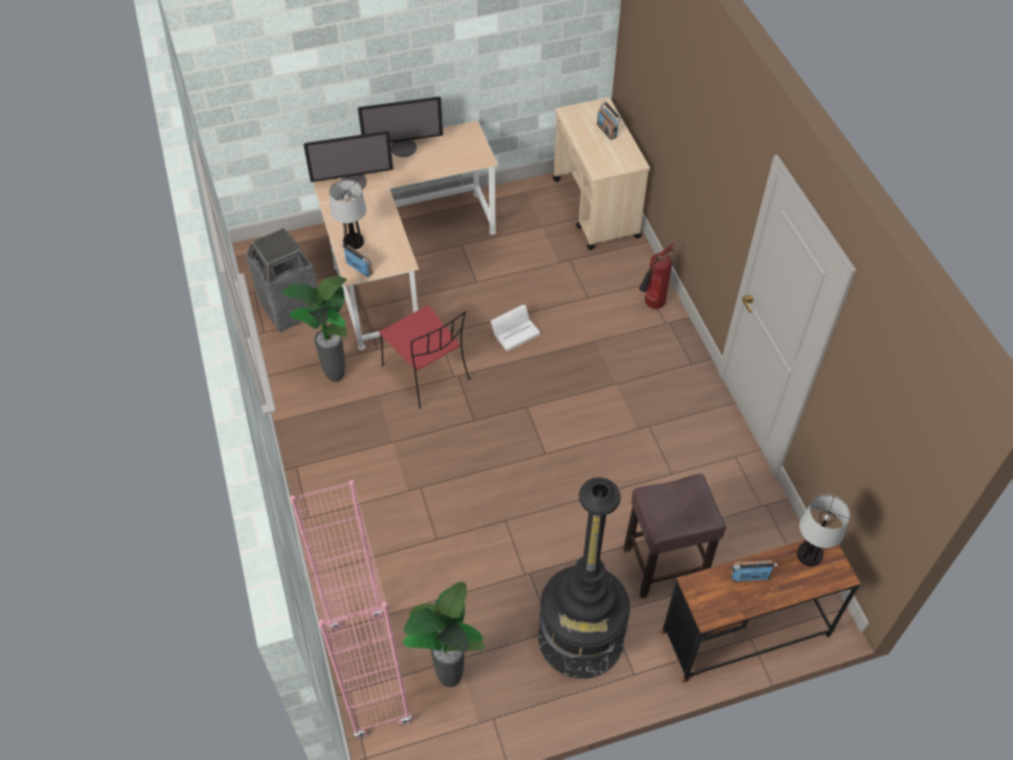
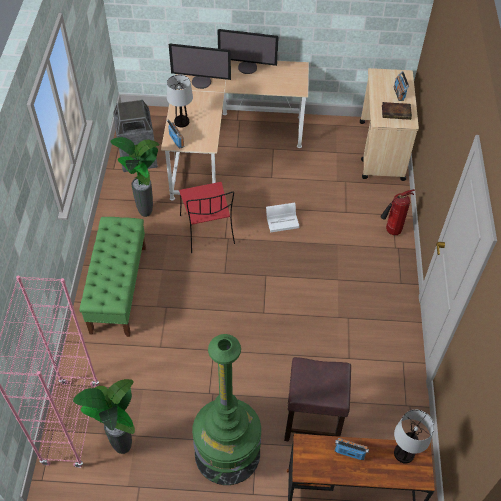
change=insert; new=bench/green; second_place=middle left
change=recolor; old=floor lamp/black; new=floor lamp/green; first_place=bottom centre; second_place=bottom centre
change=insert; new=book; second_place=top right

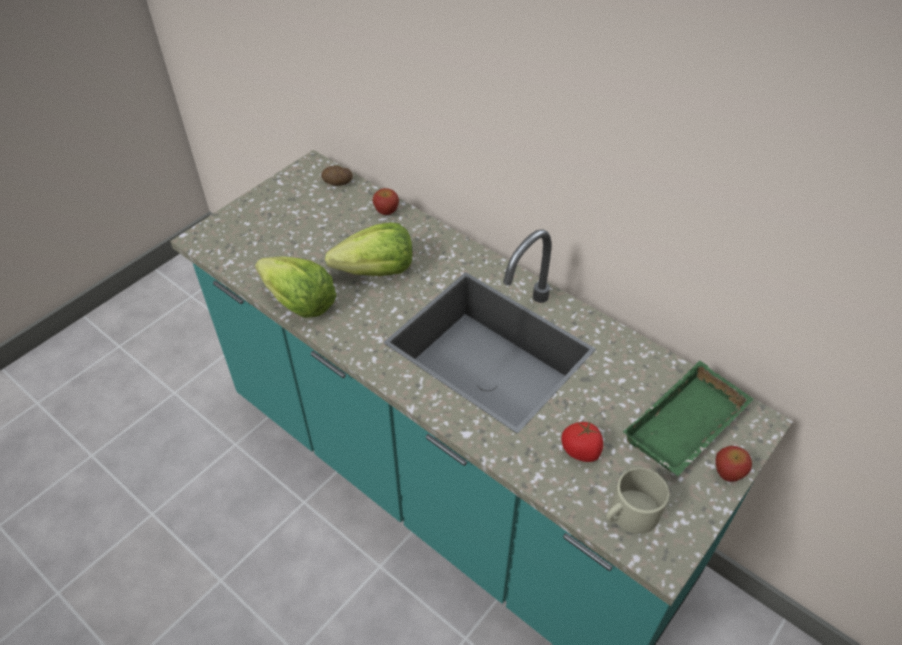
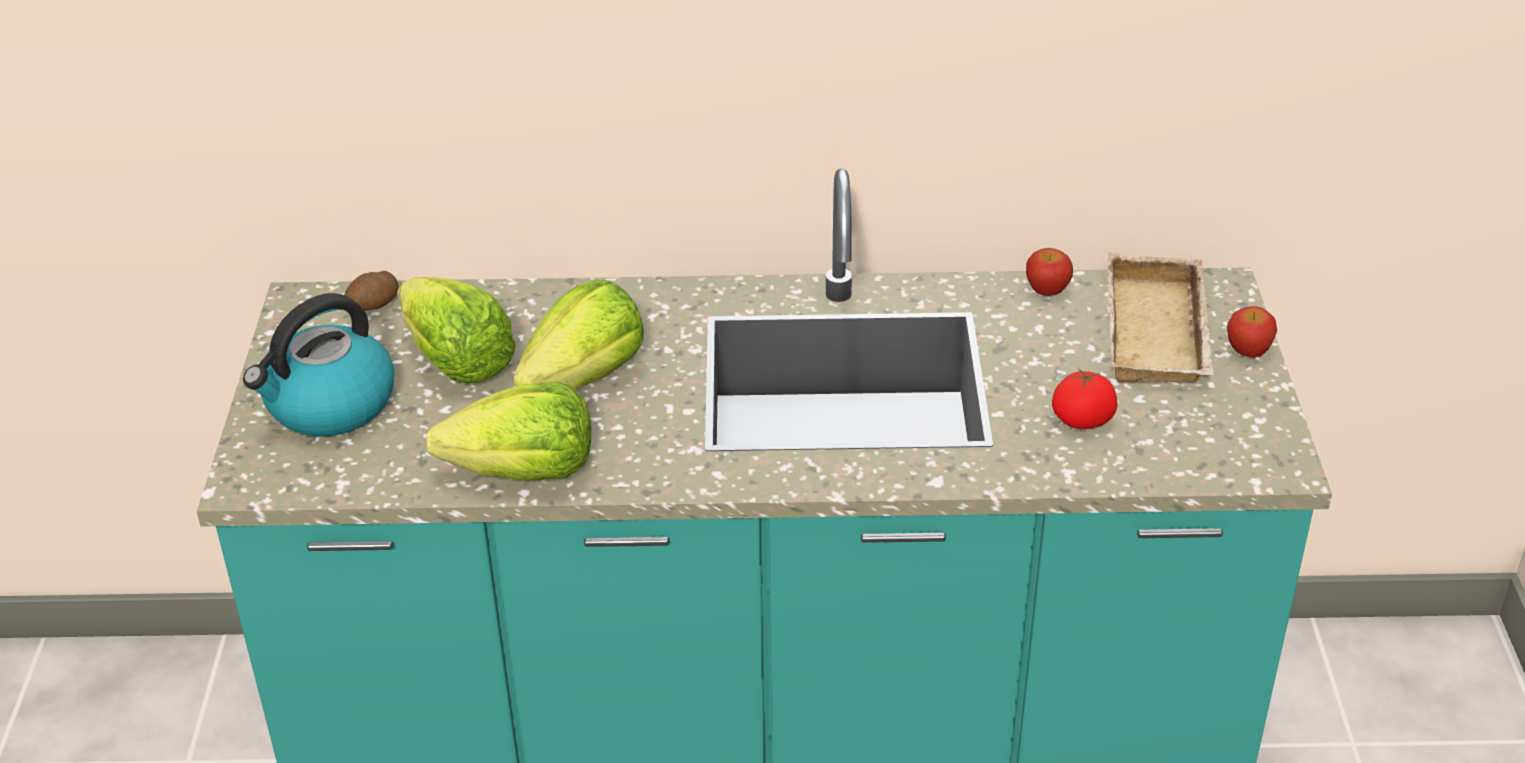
change=insert; new=kettle; second_place=middle left
change=insert; new=lettuce (1st from left); second_place=middle left
change=move; old=apple (1st from left); first_place=top centre; second_place=middle right
change=recolor; old=tray/green; new=tray/beige; first_place=middle right; second_place=middle right
change=delete; old=mug/beige; first_place=bottom right

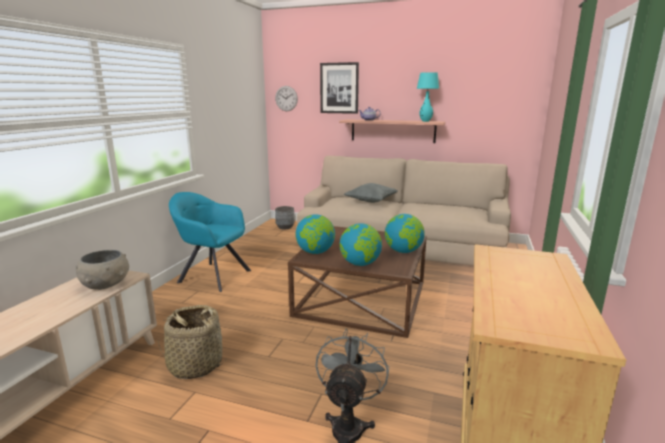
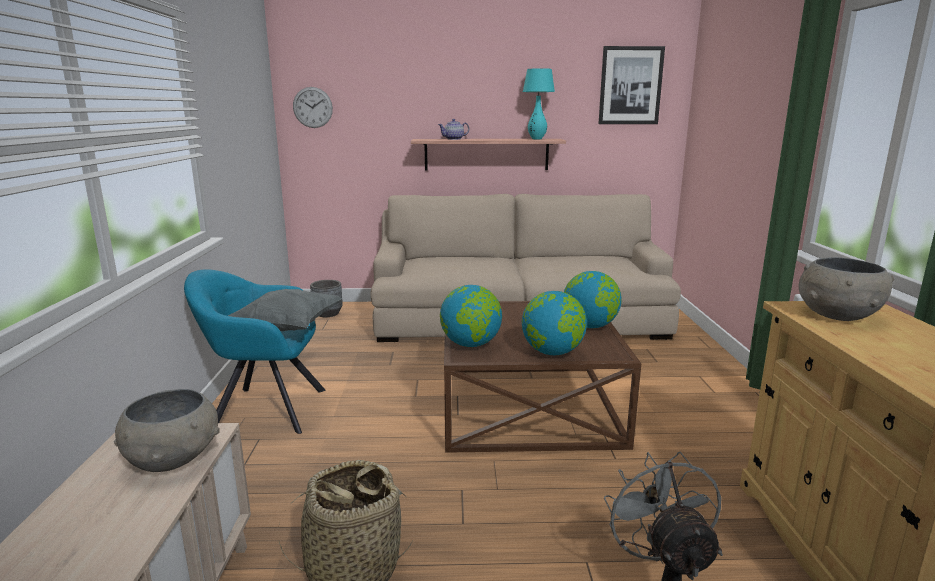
change=move; old=pillow/grey; first_place=centre; second_place=middle left
change=move; old=picture; first_place=top centre; second_place=top right
change=insert; new=bowl/grey (2nd from left); second_place=middle right

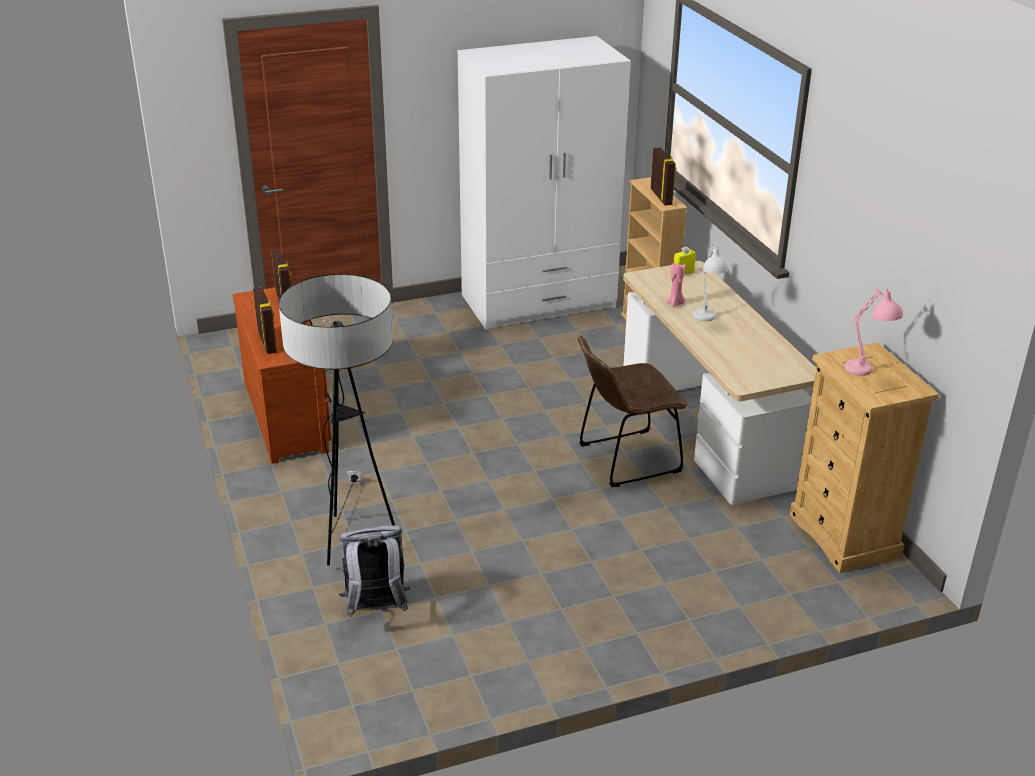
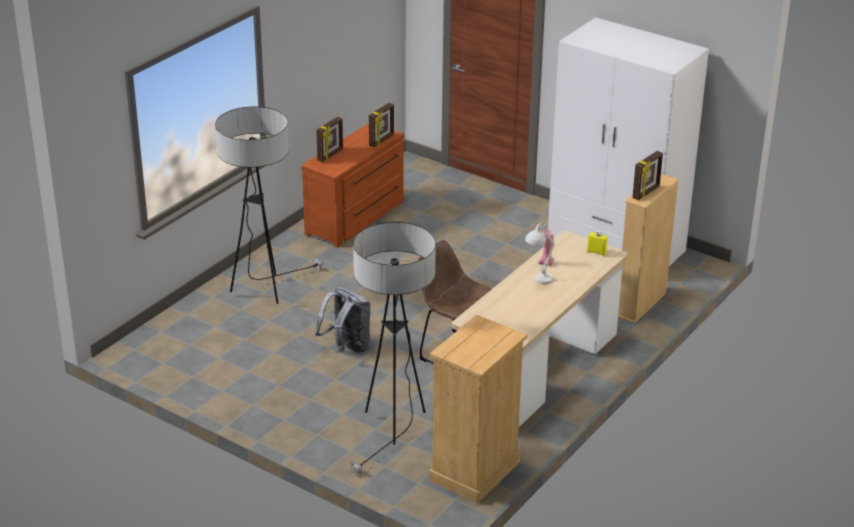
change=move; old=backpack/grey; first_place=bottom centre; second_place=centre
change=insert; new=floor lamp (2nd from left); second_place=centre
change=delete; old=table lamp/pink; first_place=middle right

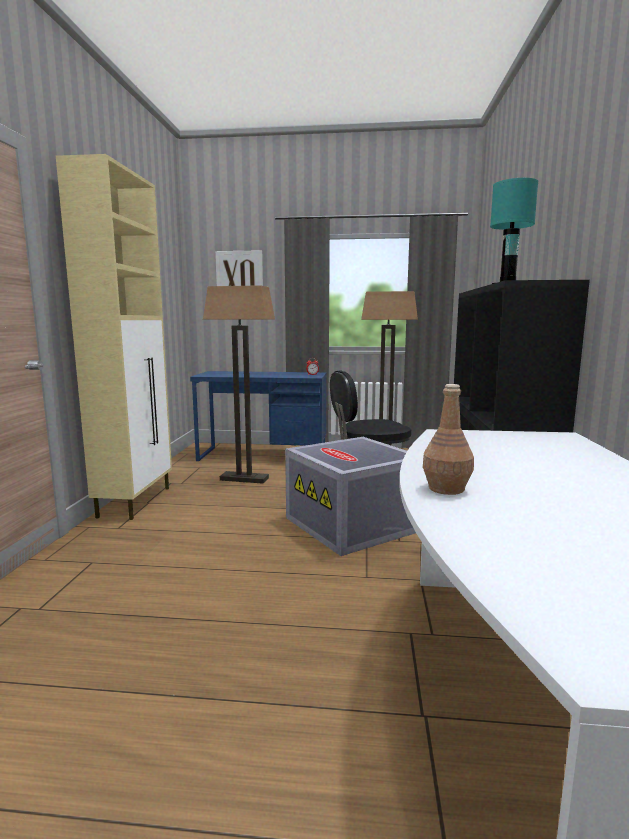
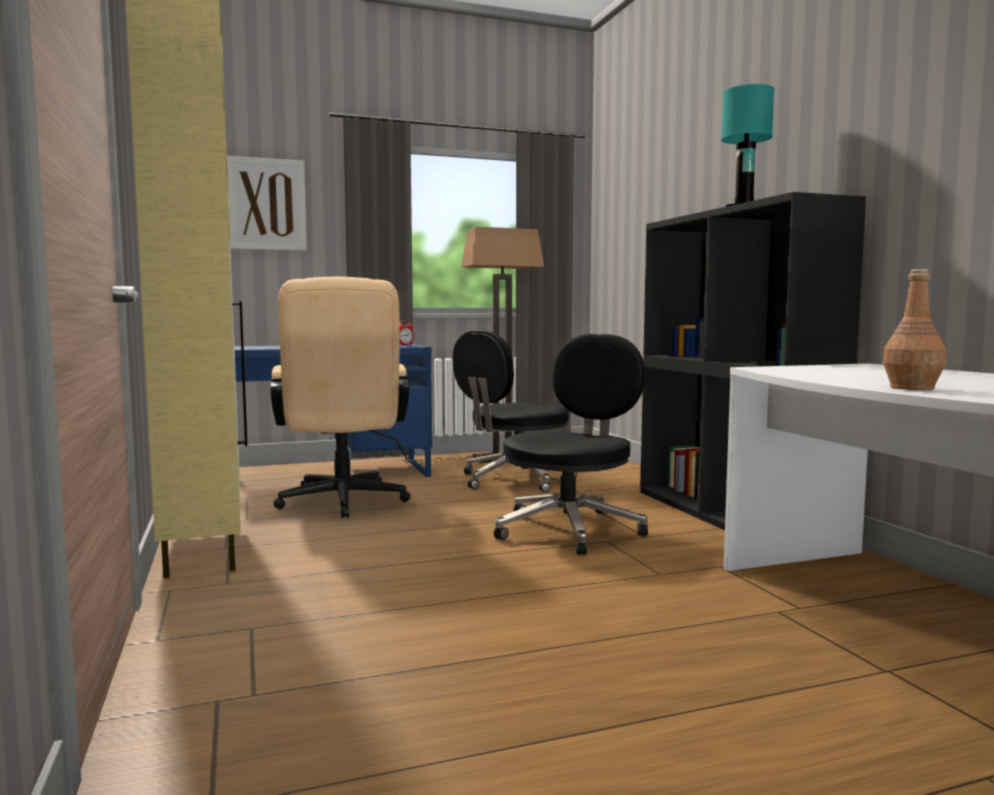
change=replace; old=floor lamp (1st from left); new=office chair/beige; first_place=centre; second_place=centre
change=replace; old=storage box/grey; new=office chair/black (2nd from left); first_place=centre; second_place=centre

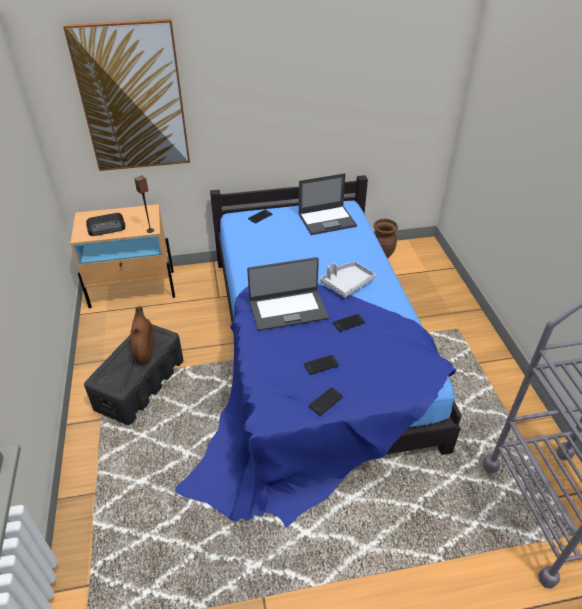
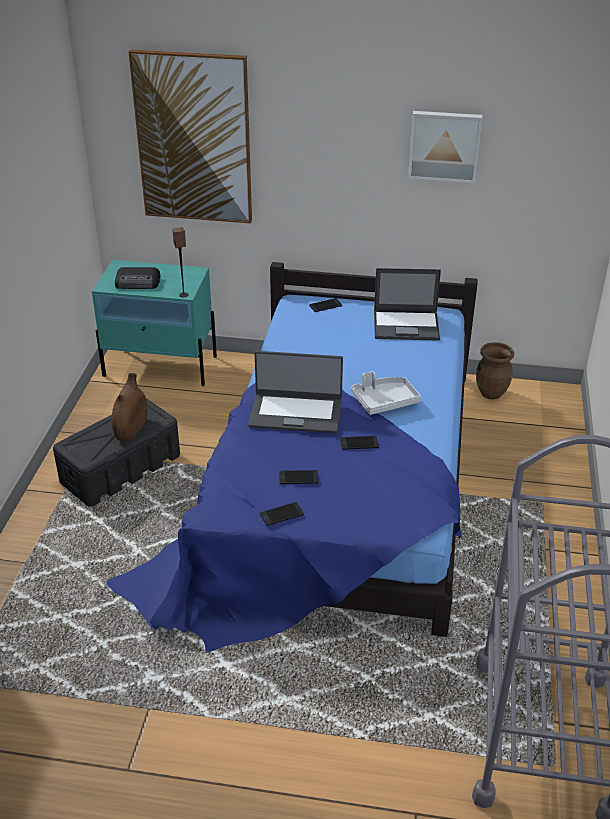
change=recolor; old=nightstand/beige; new=nightstand/turquoise; first_place=middle left; second_place=middle left
change=insert; new=picture (2nd from left); second_place=top right

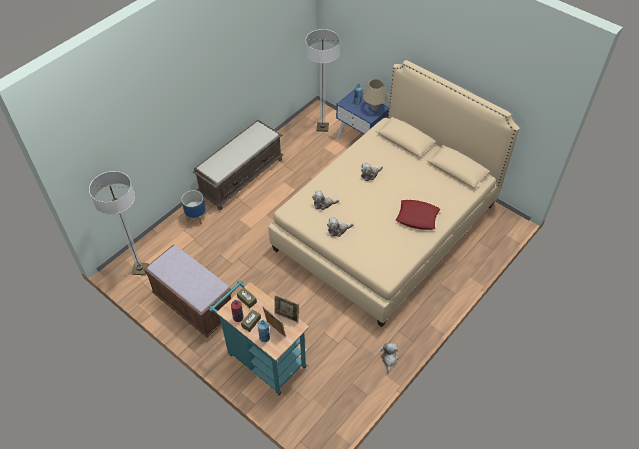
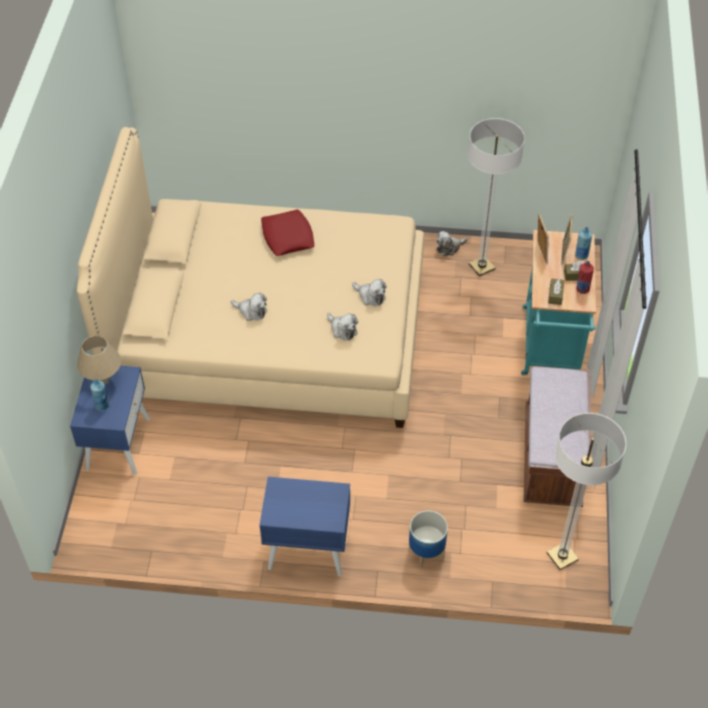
change=replace; old=bench/brown (2nd from left); new=nightstand/blue (2nd from left); first_place=centre; second_place=bottom centre
change=move; old=floor lamp (2nd from left in the first image); new=floor lamp (1st from left); first_place=top centre; second_place=top right

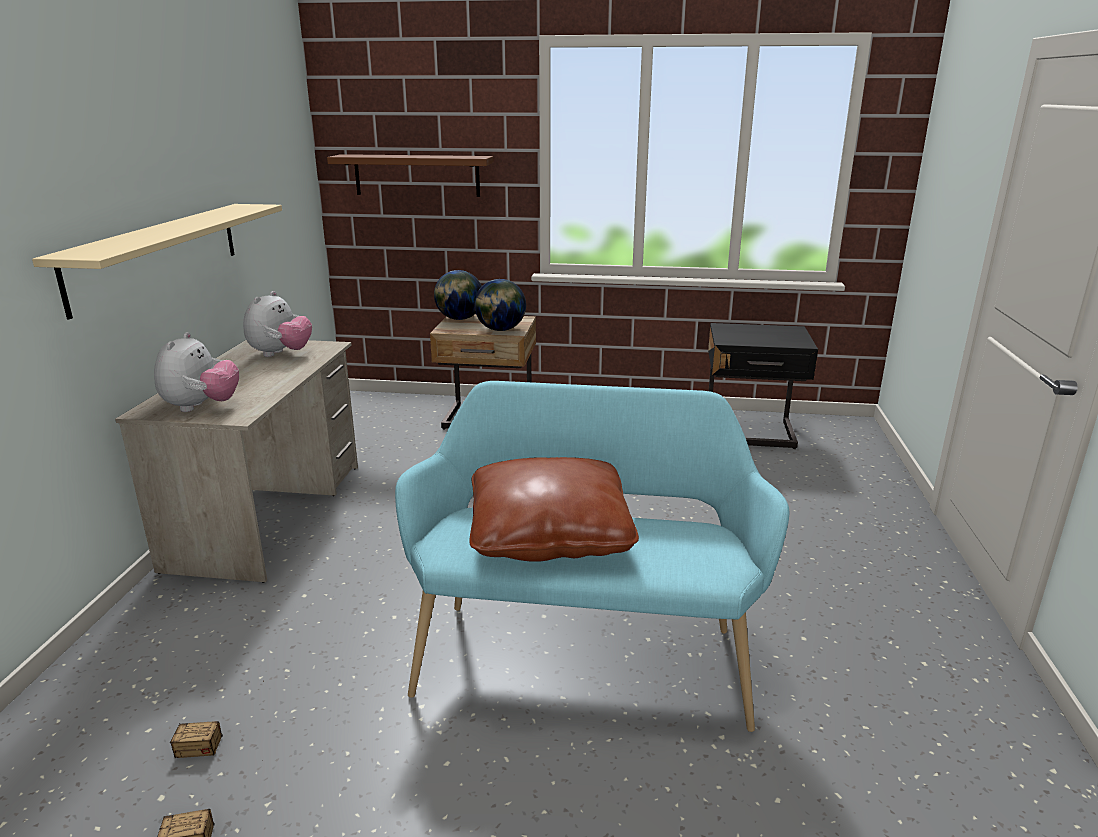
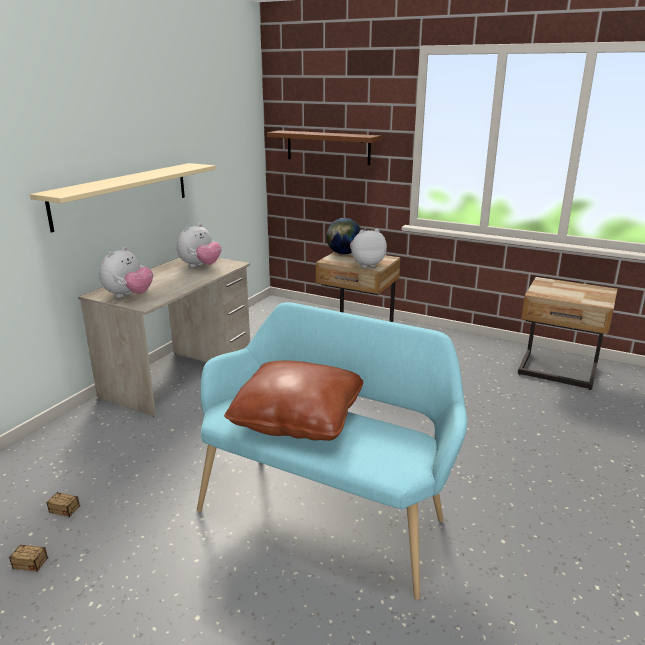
change=replace; old=globe (2nd from left); new=plush toy (3rd from left); first_place=centre; second_place=centre
change=recolor; old=nightstand/black; new=nightstand/beige (2nd from left); first_place=middle right; second_place=middle right

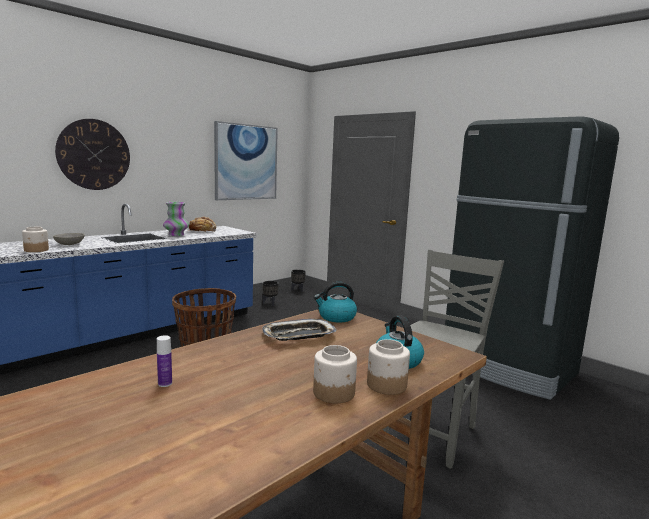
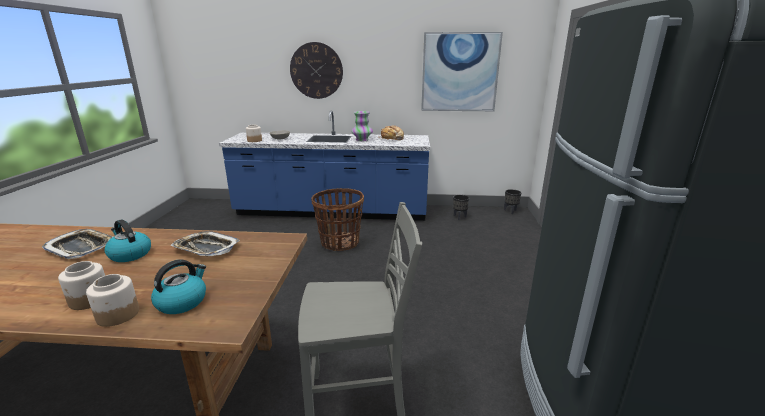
change=replace; old=bottle; new=tray (1st from left); first_place=bottom left; second_place=middle left
change=move; old=kettle (1st from left); first_place=centre; second_place=middle left

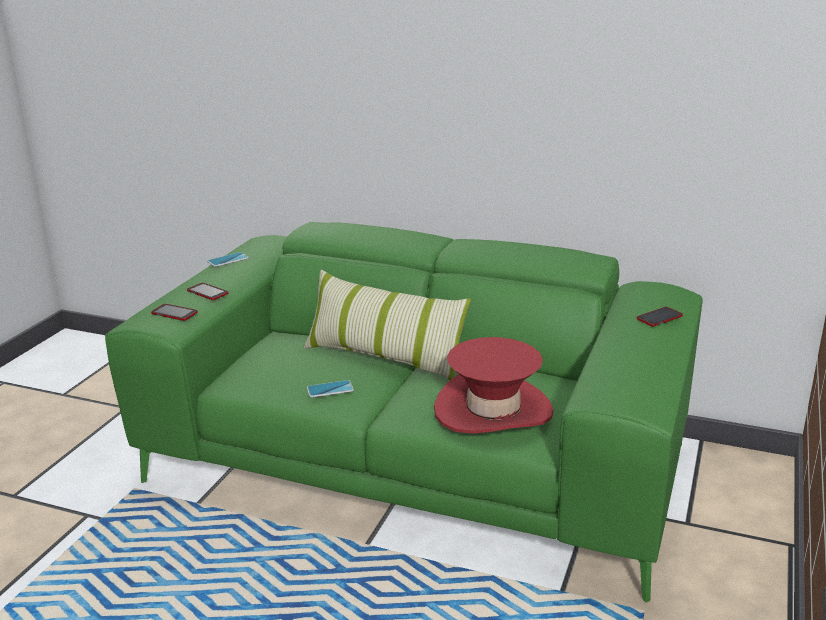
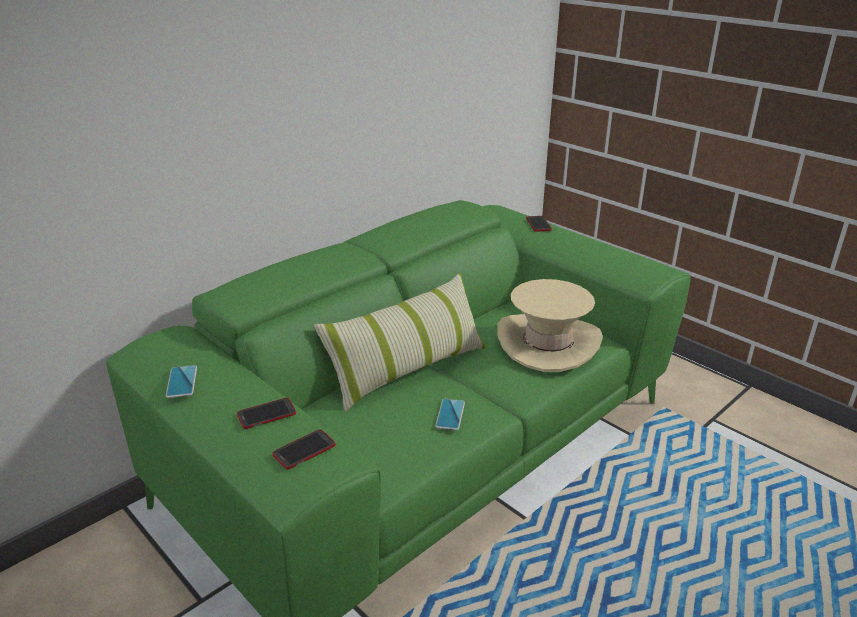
change=recolor; old=hat/red; new=hat/beige; first_place=centre; second_place=centre

